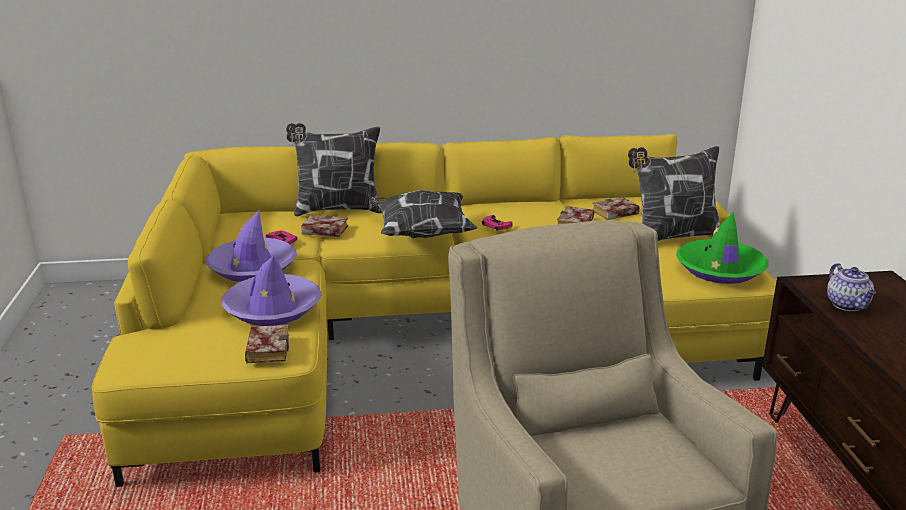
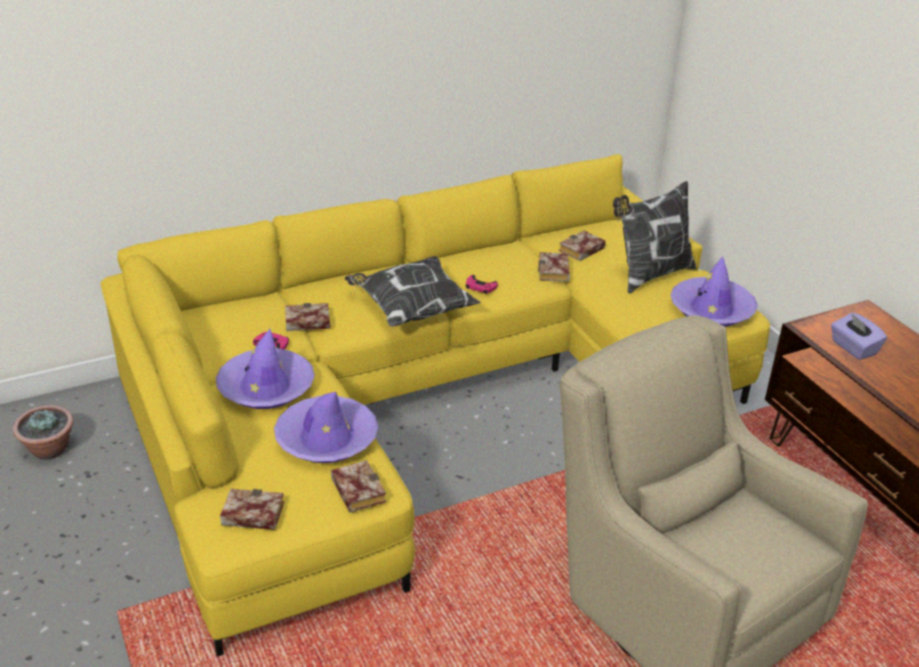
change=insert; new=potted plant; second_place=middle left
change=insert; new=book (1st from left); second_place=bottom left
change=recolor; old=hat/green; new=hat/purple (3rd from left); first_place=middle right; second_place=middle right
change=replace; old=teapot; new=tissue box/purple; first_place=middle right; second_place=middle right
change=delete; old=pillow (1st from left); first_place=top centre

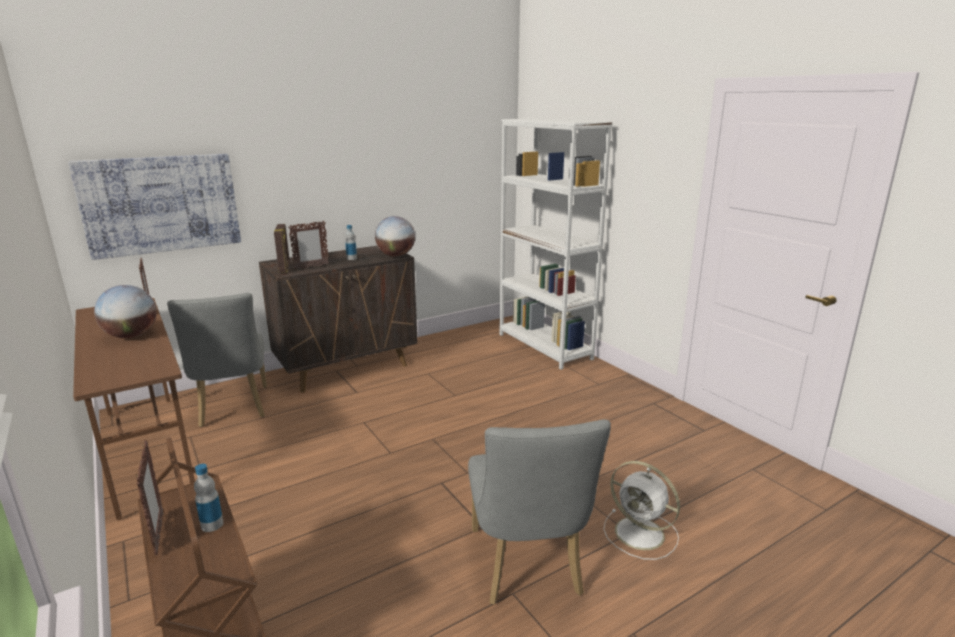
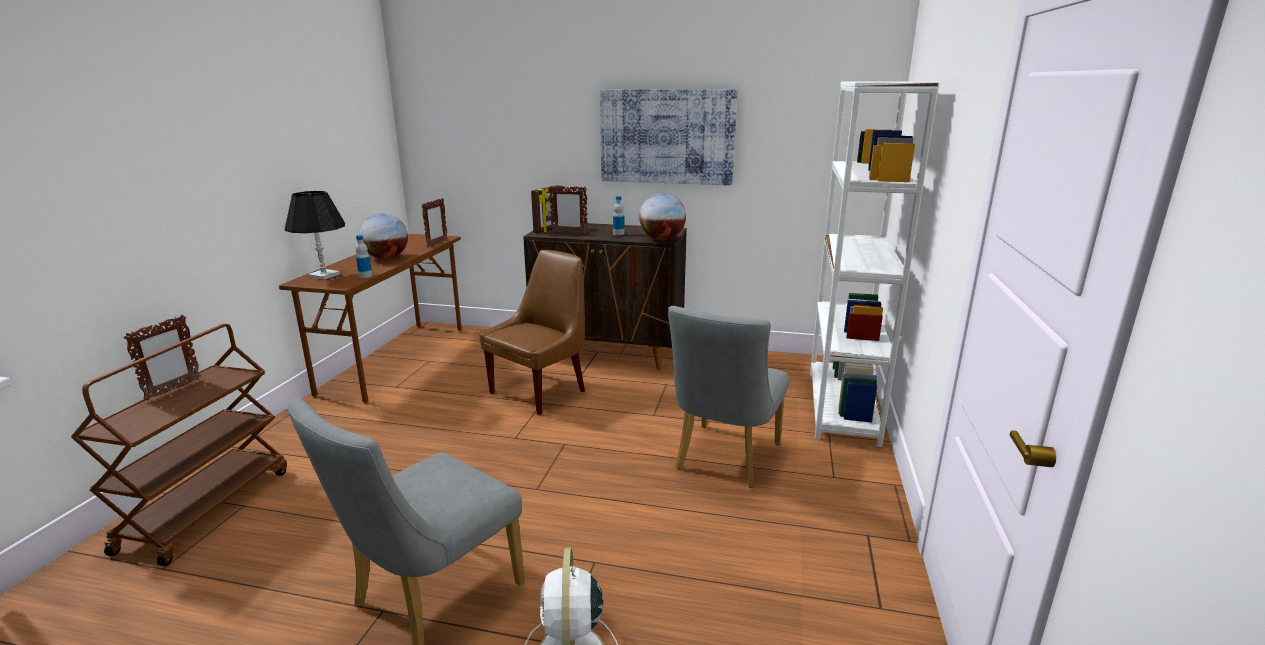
change=insert; new=table lamp/black; second_place=middle left
change=move; old=bottle (1st from left); first_place=bottom left; second_place=middle left
change=insert; new=chair/brown; second_place=centre
change=move; old=picture; first_place=top left; second_place=top centre
change=move; old=chair/grey (1st from left in the first image); new=chair/grey (2nd from left); first_place=middle left; second_place=centre

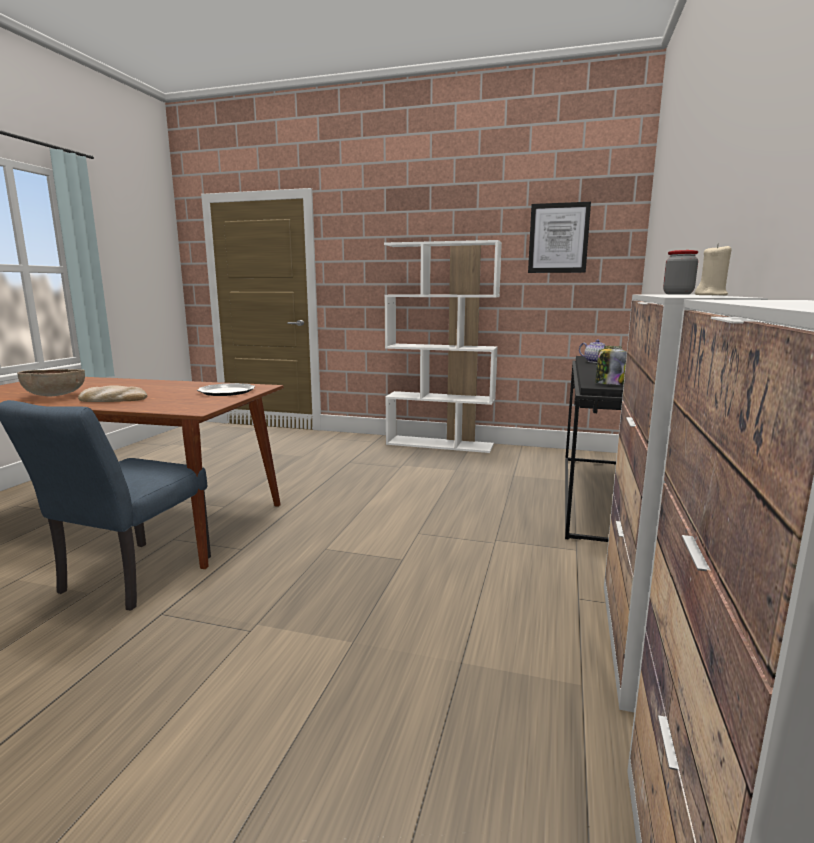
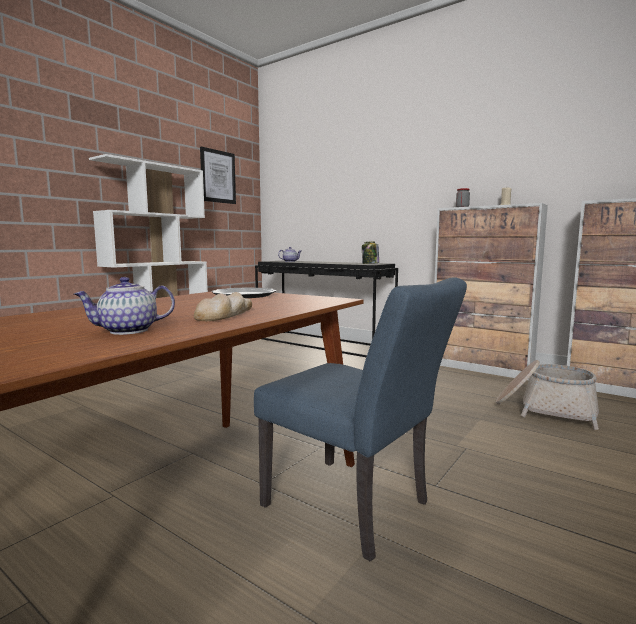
change=replace; old=bowl/brown; new=teapot (1st from left); first_place=middle left; second_place=middle left
change=insert; new=basket; second_place=middle right

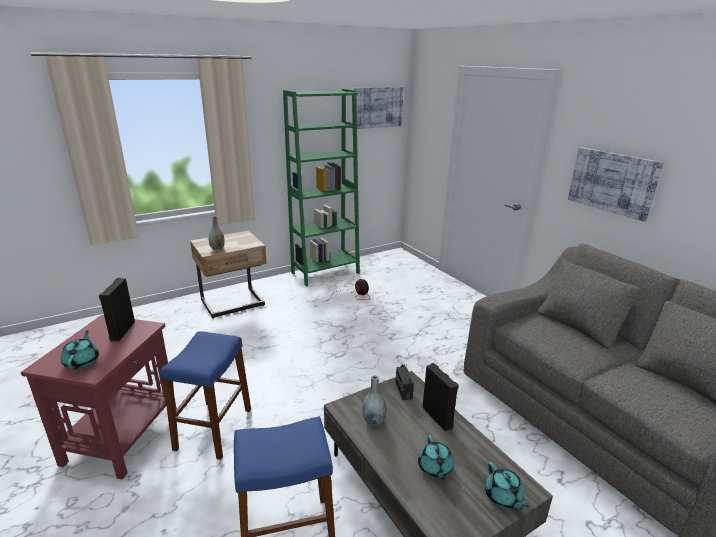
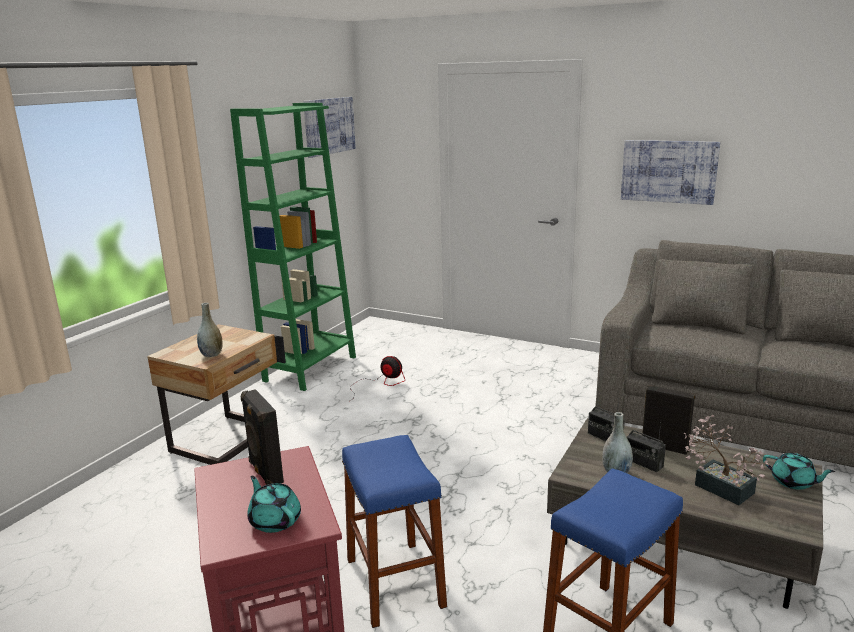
change=insert; new=radio (2nd from left); second_place=bottom right
change=replace; old=teapot/turquoise (2nd from left); new=potted plant; first_place=bottom centre; second_place=bottom right

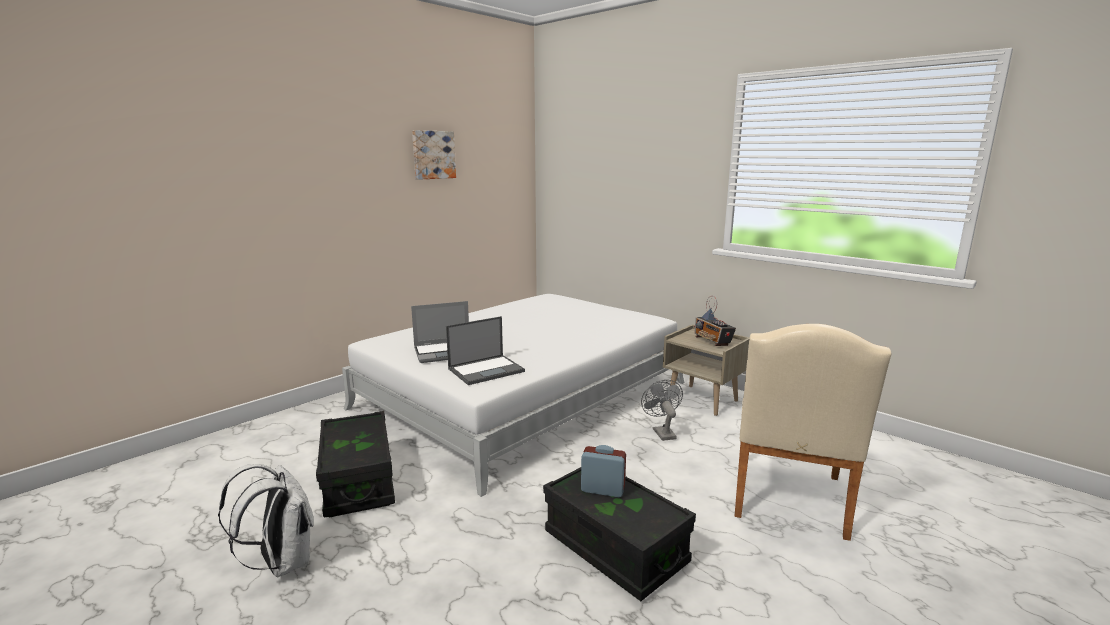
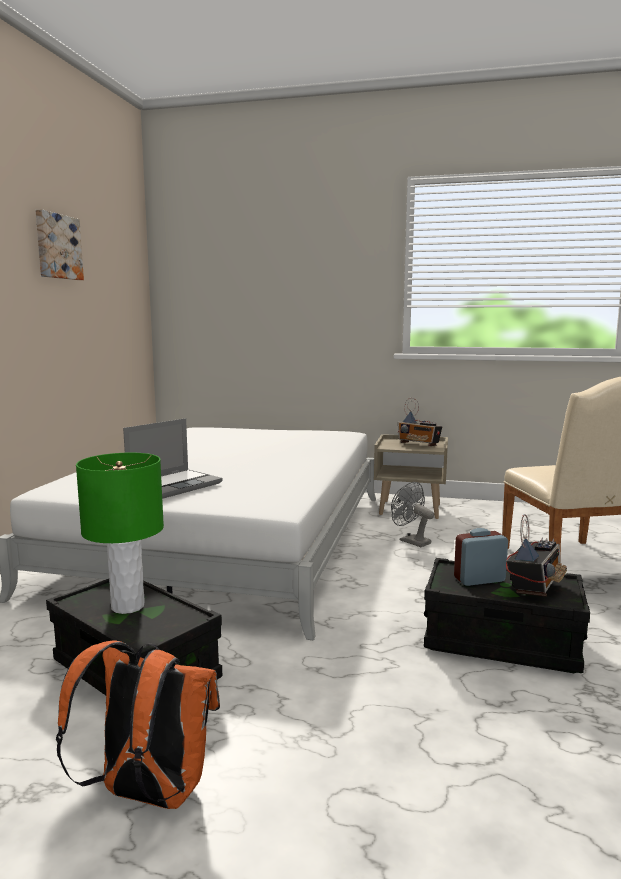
change=recolor; old=backpack/white; new=backpack/orange; first_place=bottom left; second_place=bottom left
change=insert; new=table lamp/green; second_place=middle left
change=insert; new=radio (2nd from left); second_place=middle right
change=delete; old=laptop (2nd from left); first_place=centre

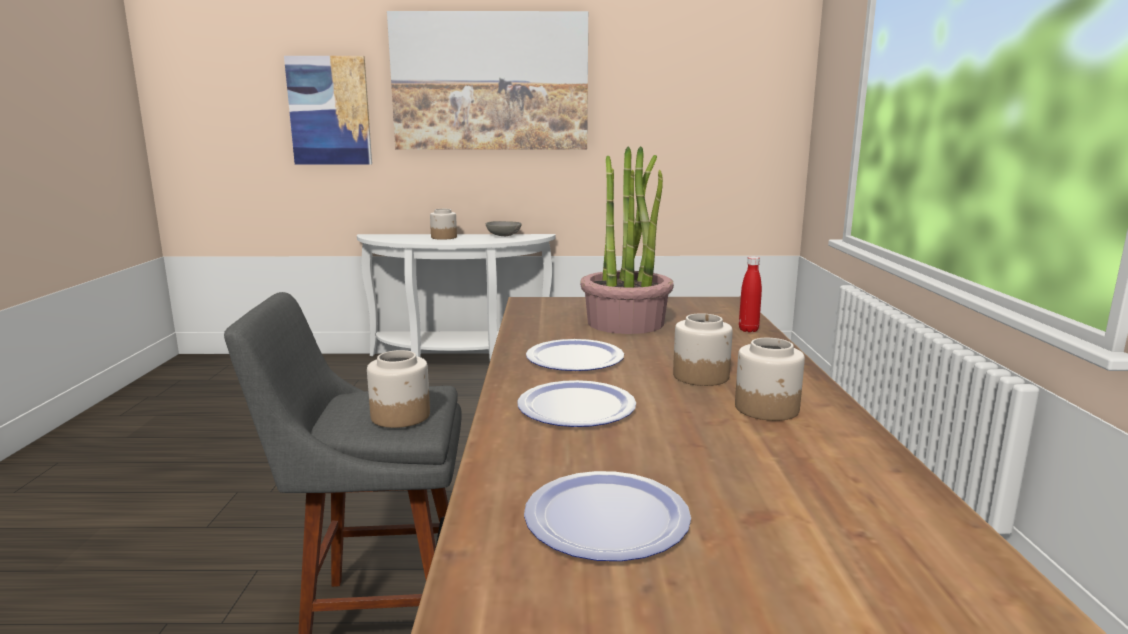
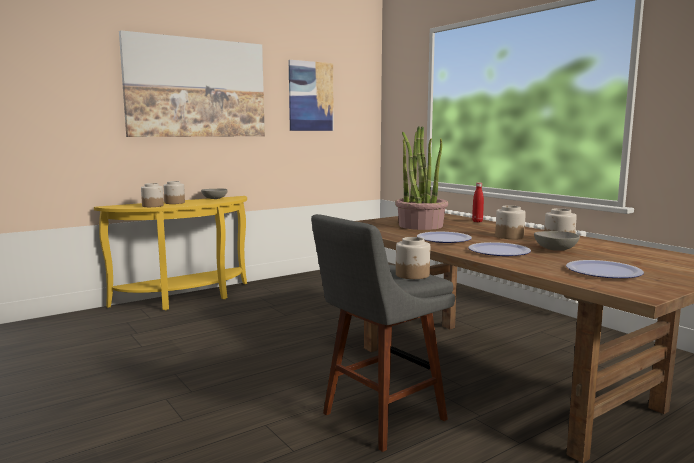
change=recolor; old=console table/white; new=console table/yellow; first_place=centre; second_place=middle left
change=insert; new=jar (1st from left); second_place=middle left
change=move; old=picture (1st from left in the first image); new=picture (2nd from left); first_place=top left; second_place=top centre
change=insert; new=bowl/grey (2nd from left); second_place=middle right

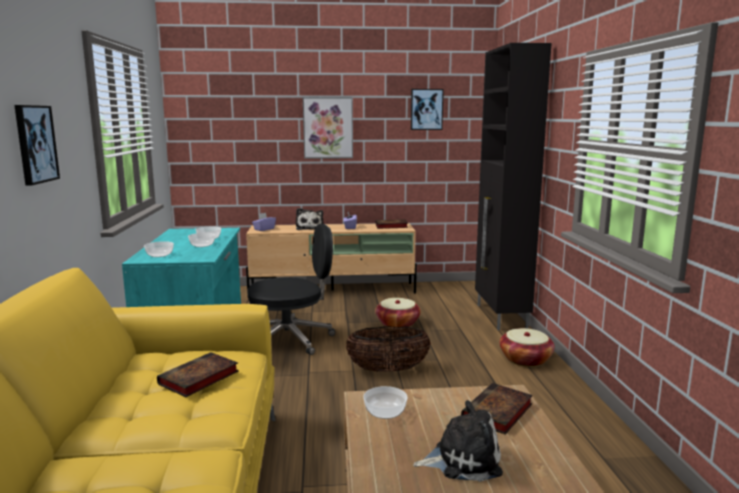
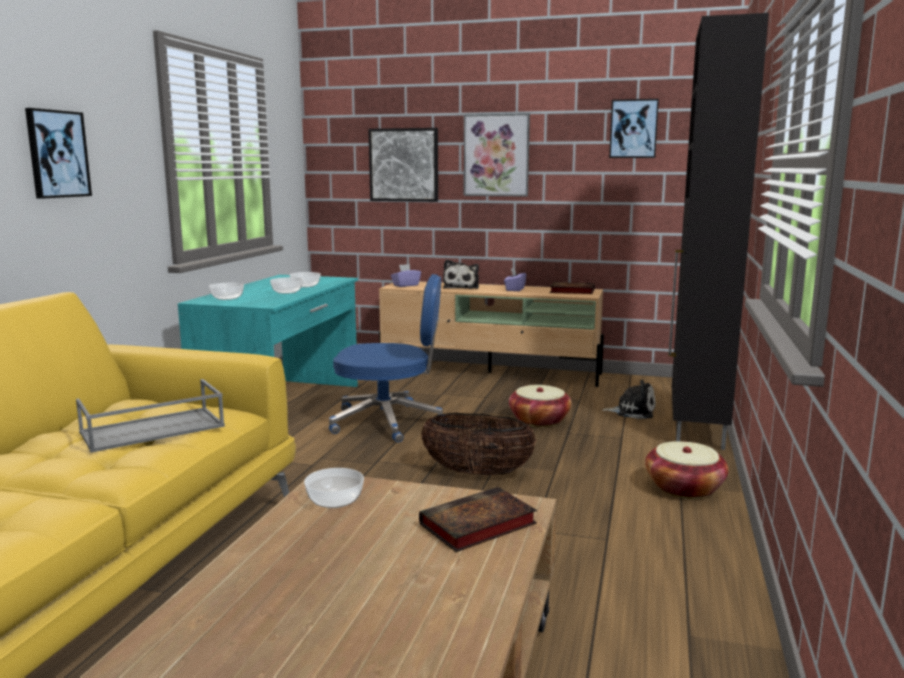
change=replace; old=book (1st from left); new=tray/grey; first_place=bottom left; second_place=middle left
change=recolor; old=office chair/black; new=office chair/blue; first_place=centre; second_place=centre
change=insert; new=picture (2nd from left); second_place=top centre
change=move; old=plush toy (2nd from left); first_place=bottom centre; second_place=middle right

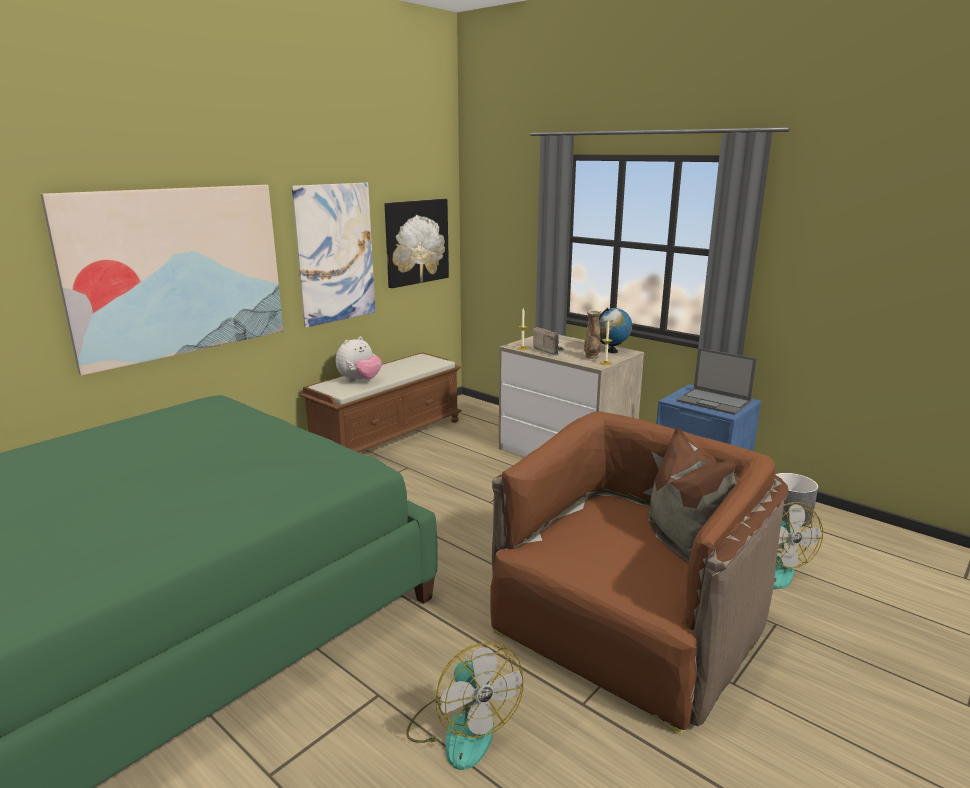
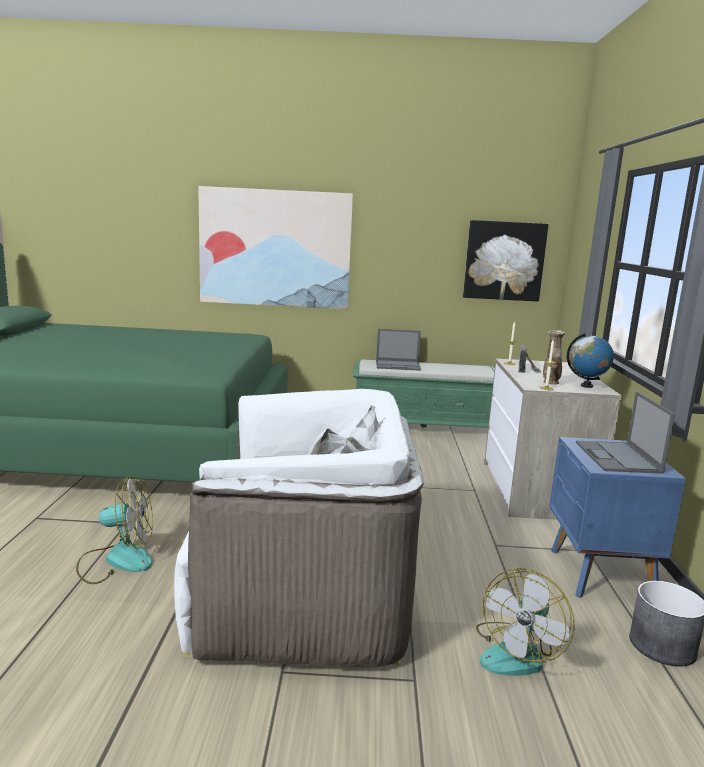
change=rotate; old=fan (1st from left); first_place=bottom centre; second_place=bottom left; degrees=-120
change=recolor; old=armchair/brown; new=armchair/white; first_place=bottom centre; second_place=bottom centre
change=recolor; old=bench/brown; new=bench/green; first_place=centre; second_place=centre
change=replace; old=plush toy; new=laptop (1st from left); first_place=centre; second_place=centre
change=delete; old=picture (2nd from left); first_place=top centre

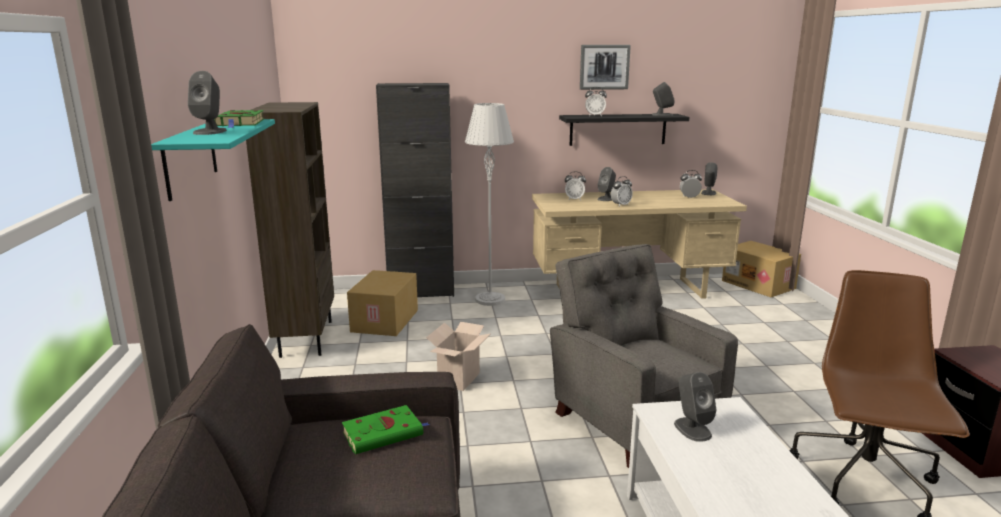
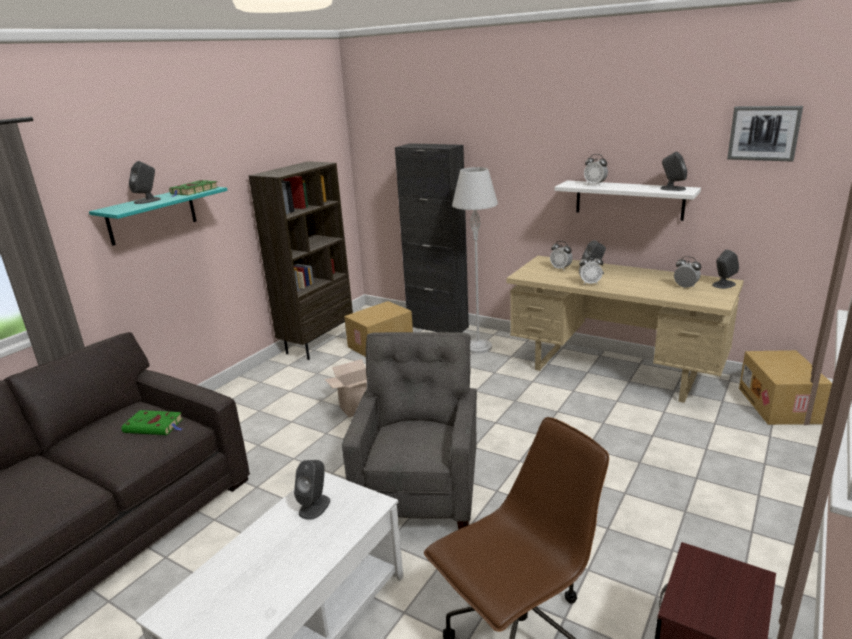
change=recolor; old=shelf/black; new=shelf/white; first_place=top centre; second_place=top right
change=move; old=picture; first_place=top centre; second_place=top right

